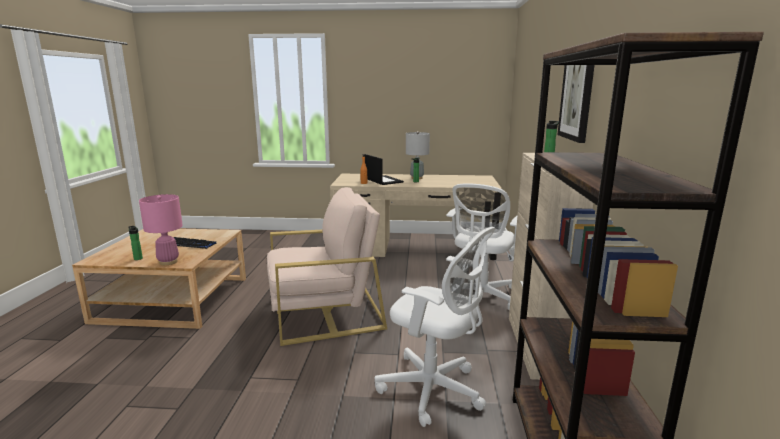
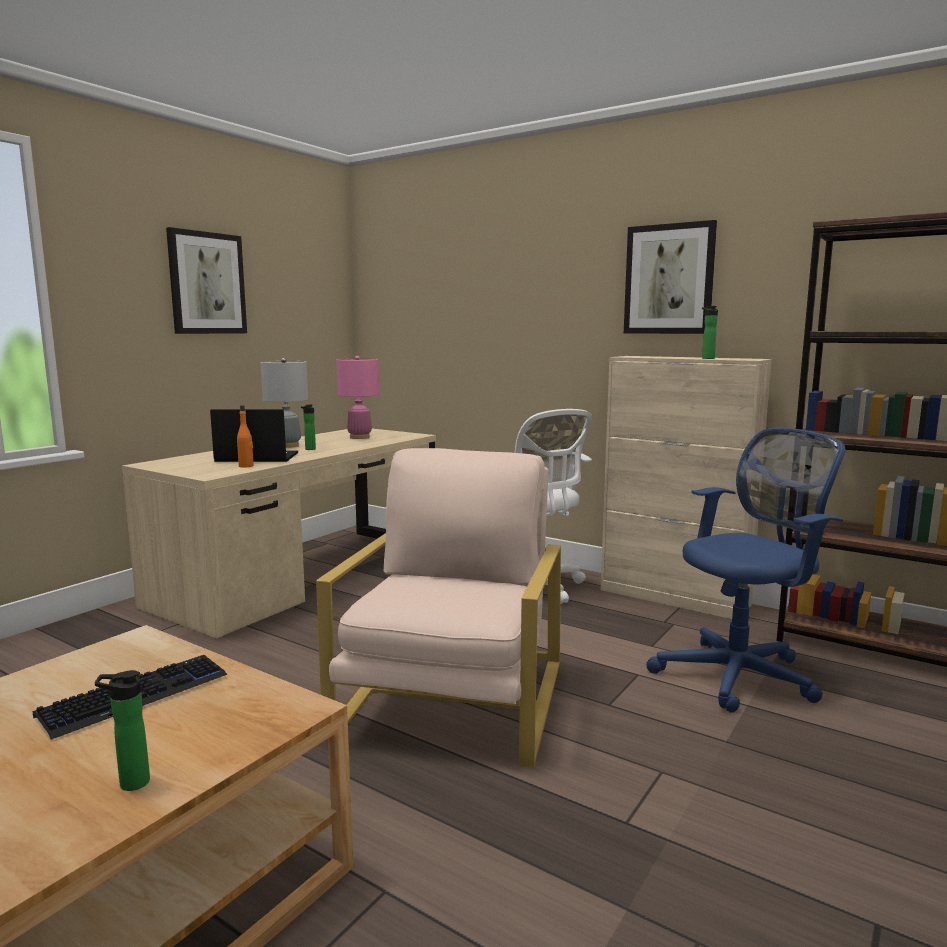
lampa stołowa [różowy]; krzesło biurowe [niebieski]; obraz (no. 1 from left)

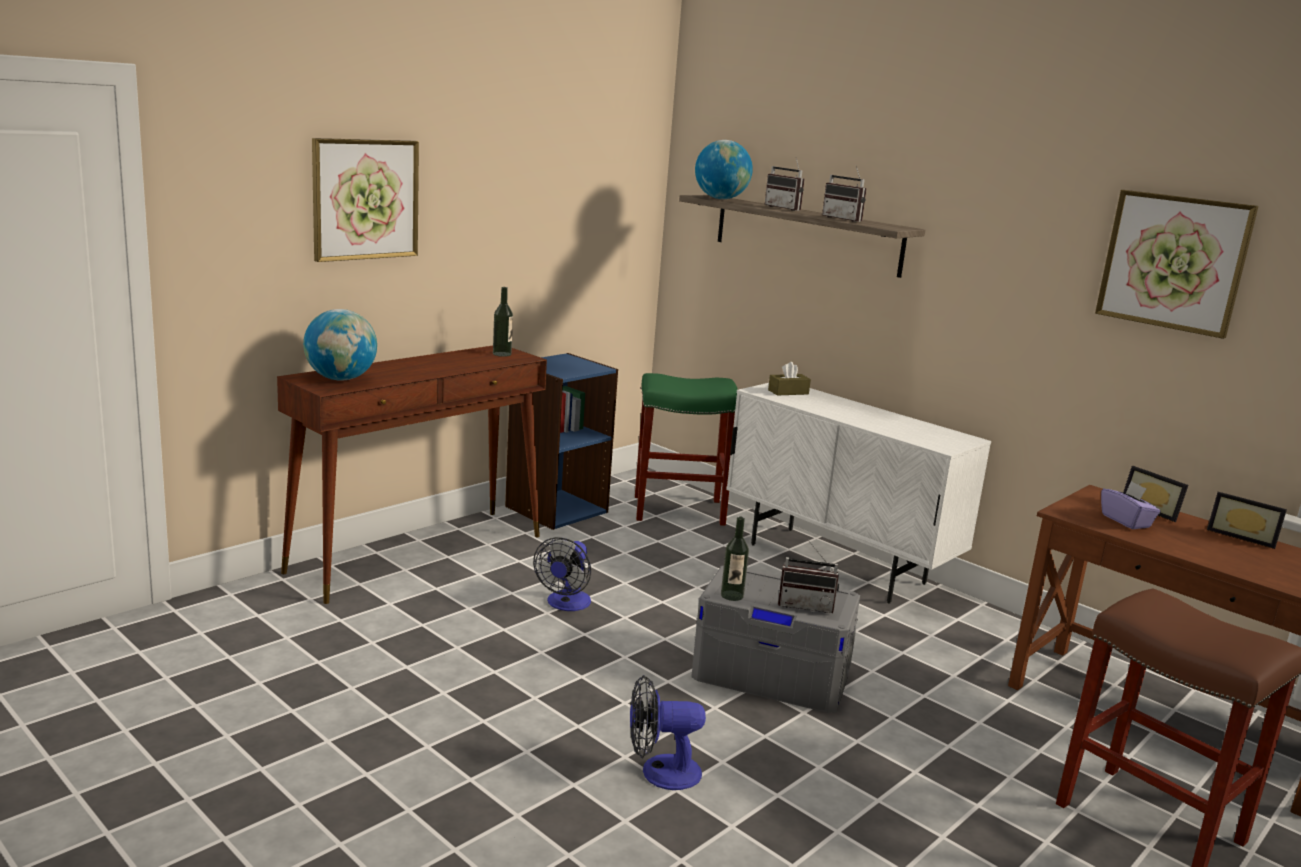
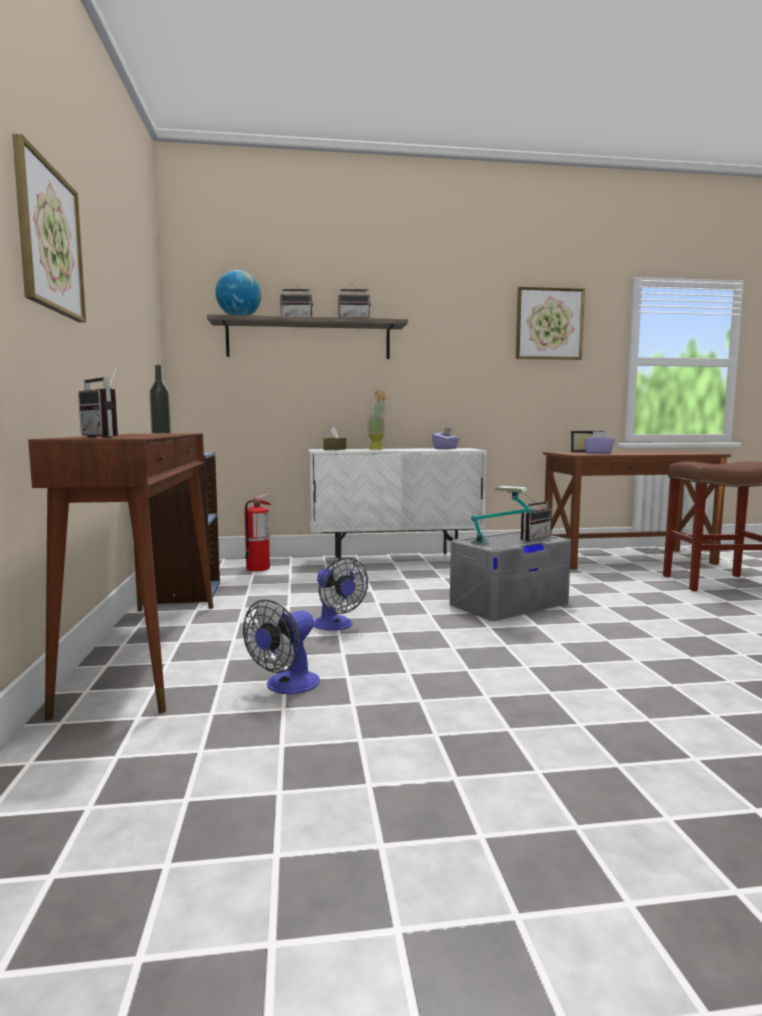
radio (no. 1 from left); gaśnica; ramka na zdjęcie (no. 2 from left in the first image); lampa stołowa; wentylator (no. 1 from left); roślina doniczkowa; pudełko chusteczek [fioletowy] (no. 1 from left)

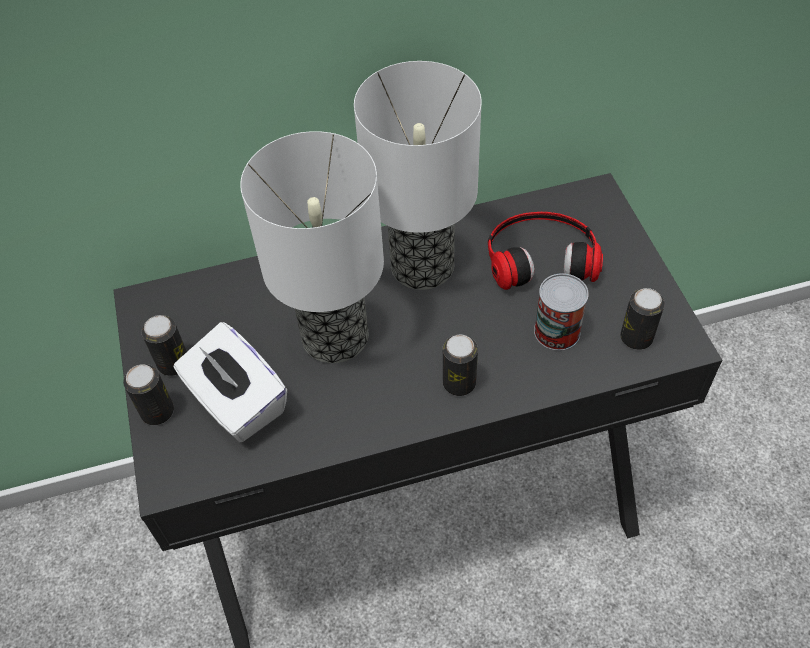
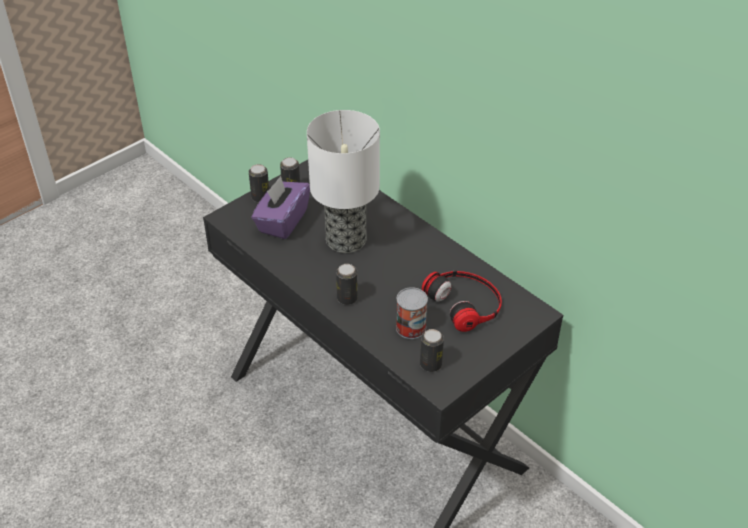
lampa stołowa (no. 2 from left in the first image); pudełko chusteczek [fioletowy]

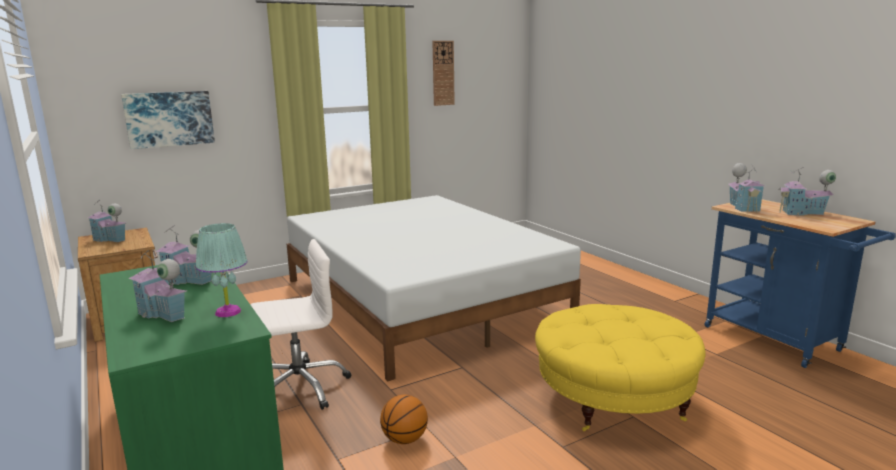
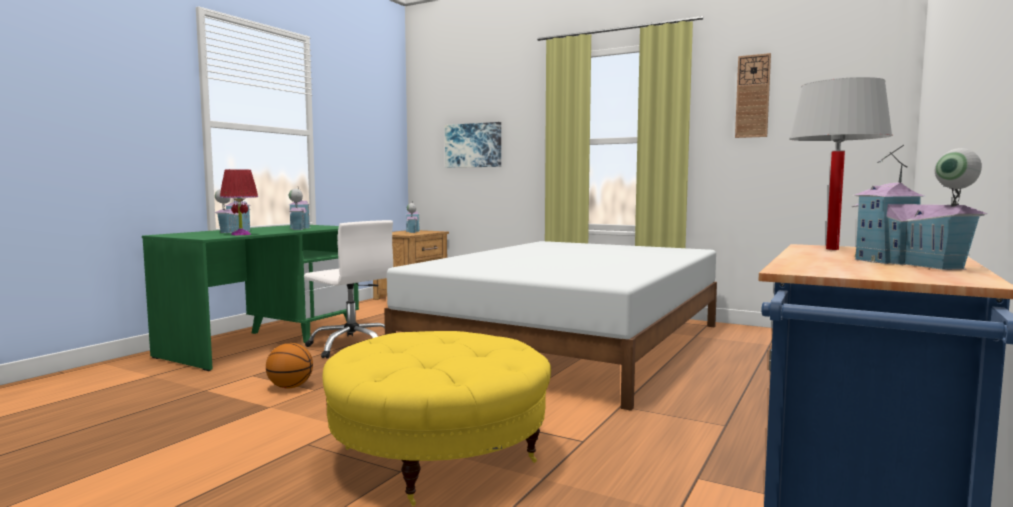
lampa stołowa [biały]; lampa stołowa [czerwony]

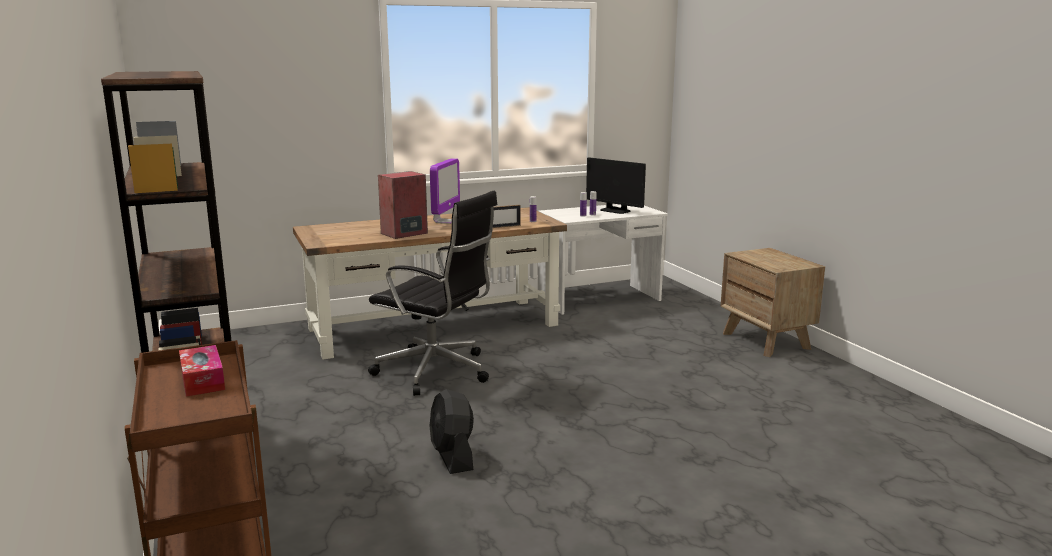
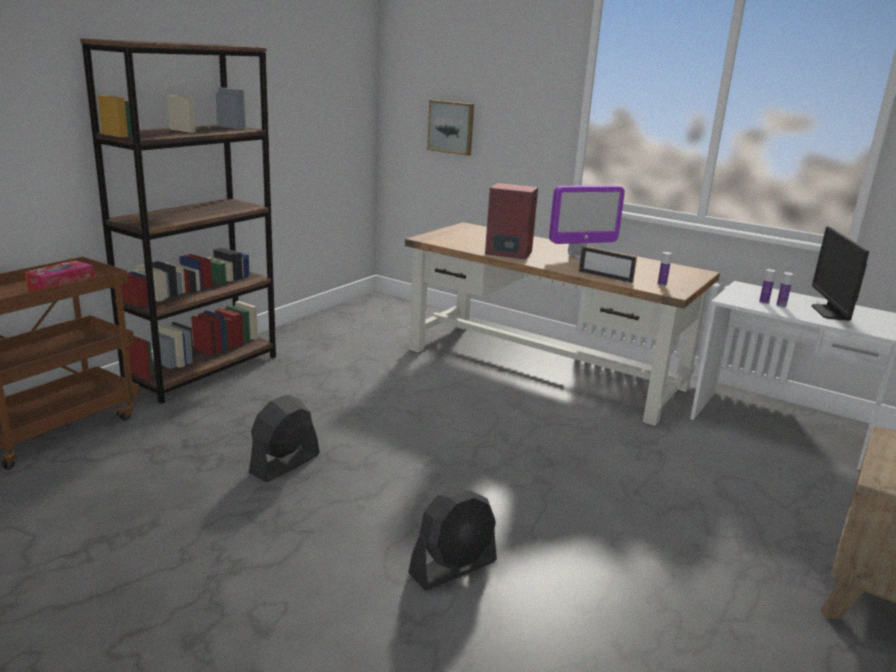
krzesło biurowe [czarny]; obraz; wentylator [czarny] (no. 2 from left)

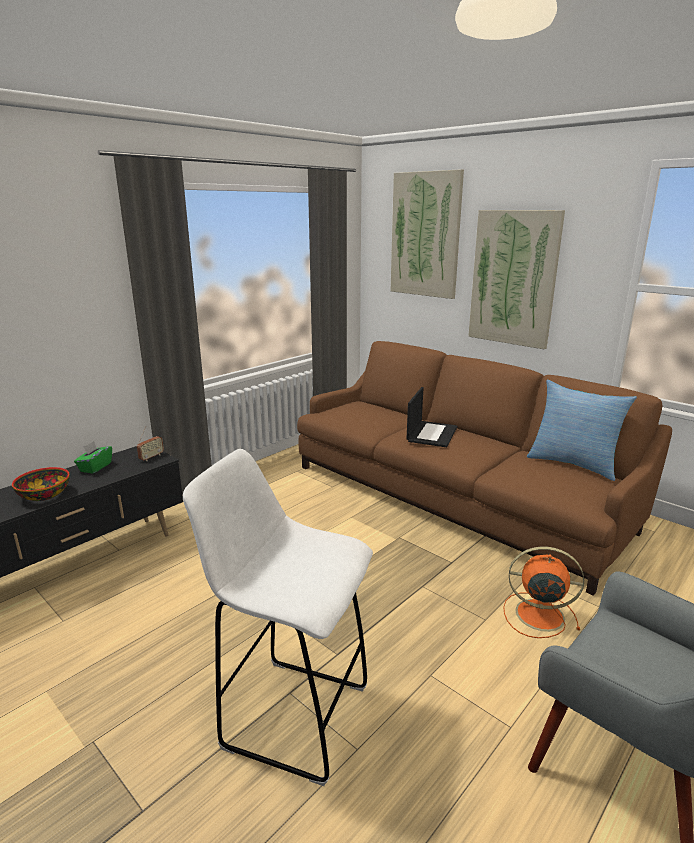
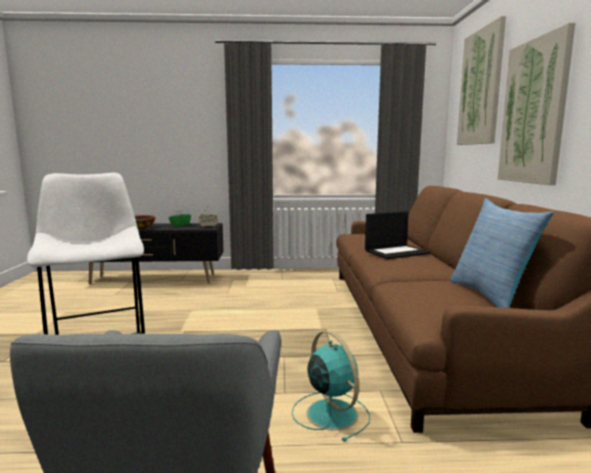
wentylator [turkusowy]

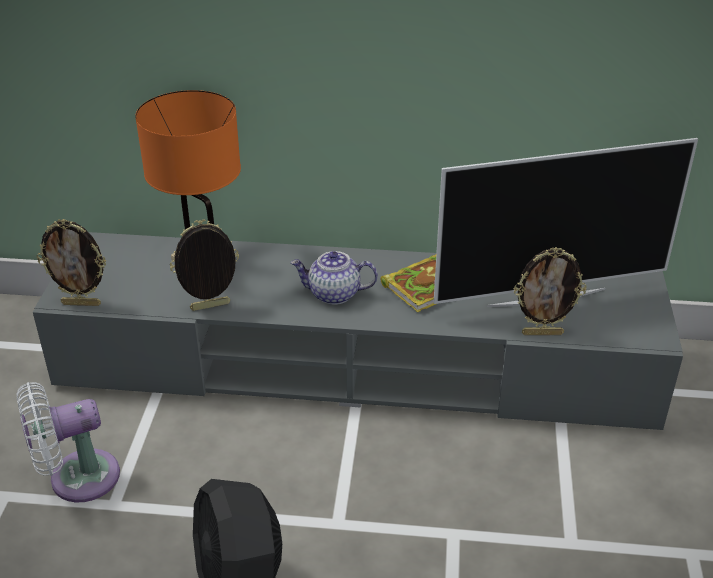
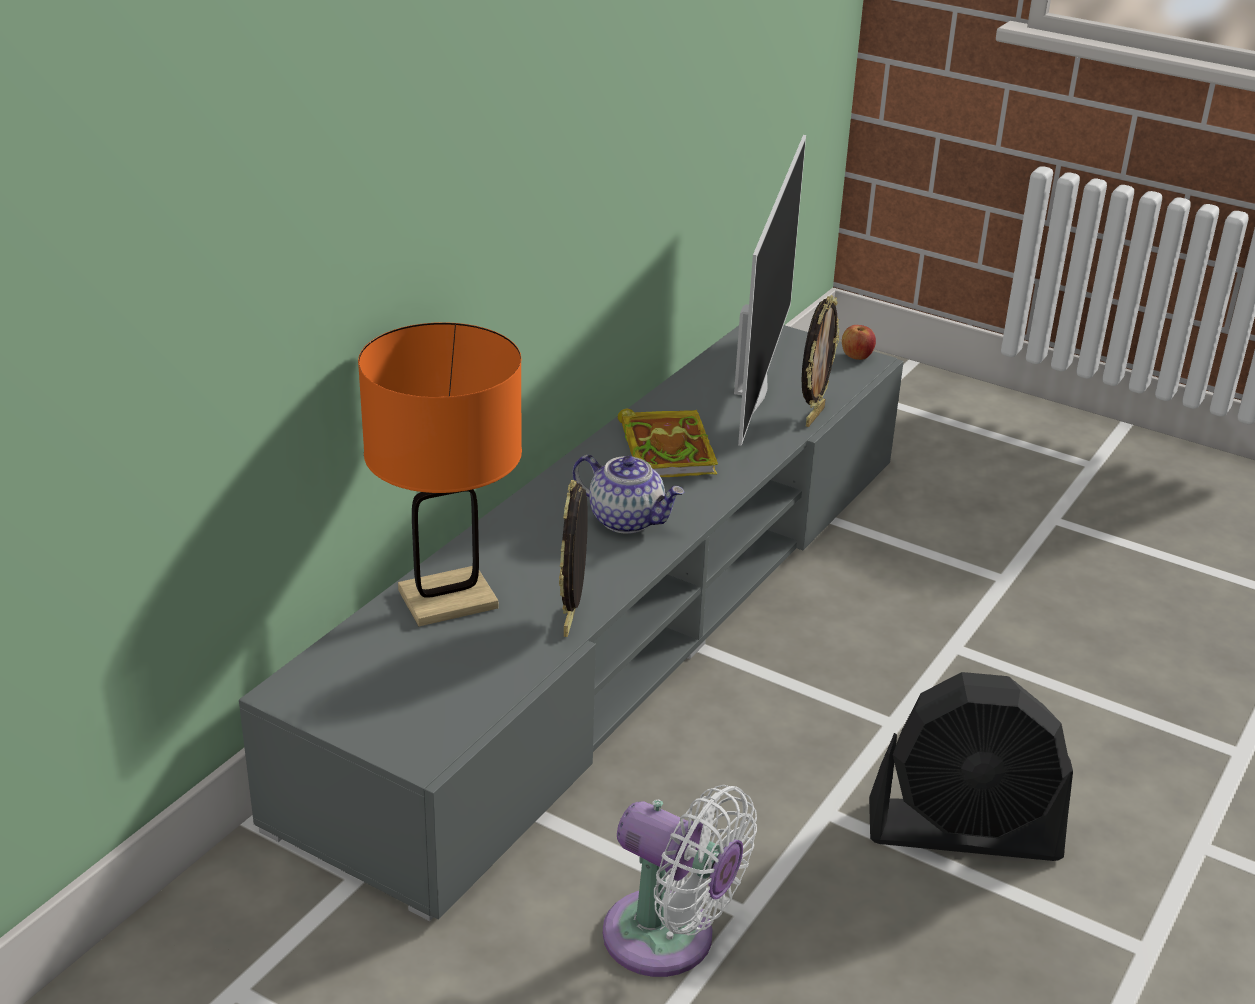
ramka na zdjęcie (no. 1 from left in the first image); imbryk; wentylator [biały]; jabłko

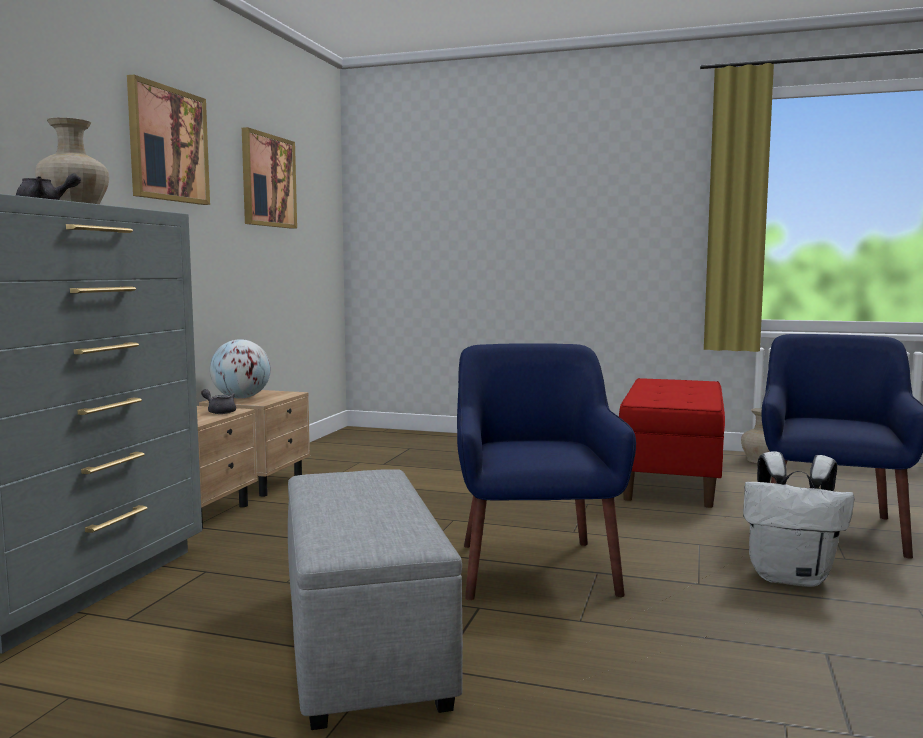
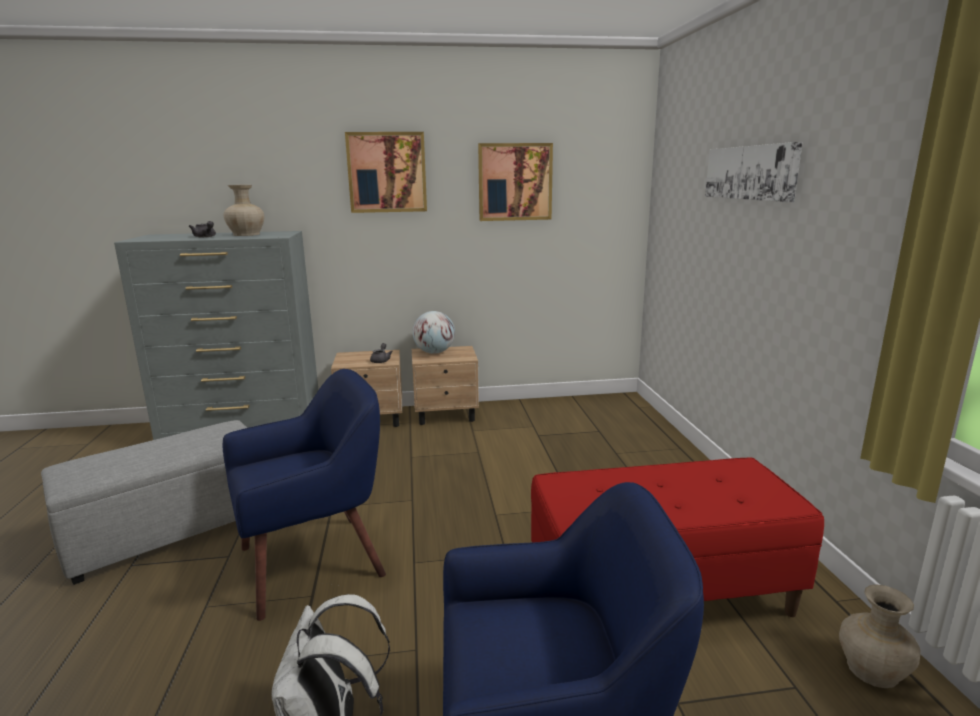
obraz (no. 3 from left)

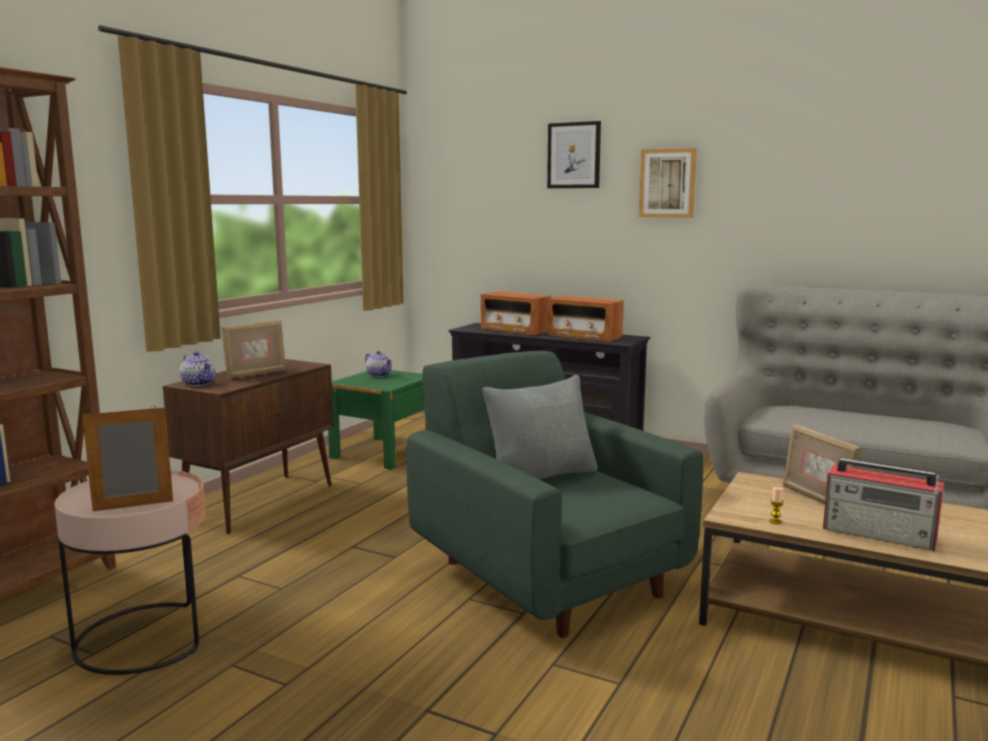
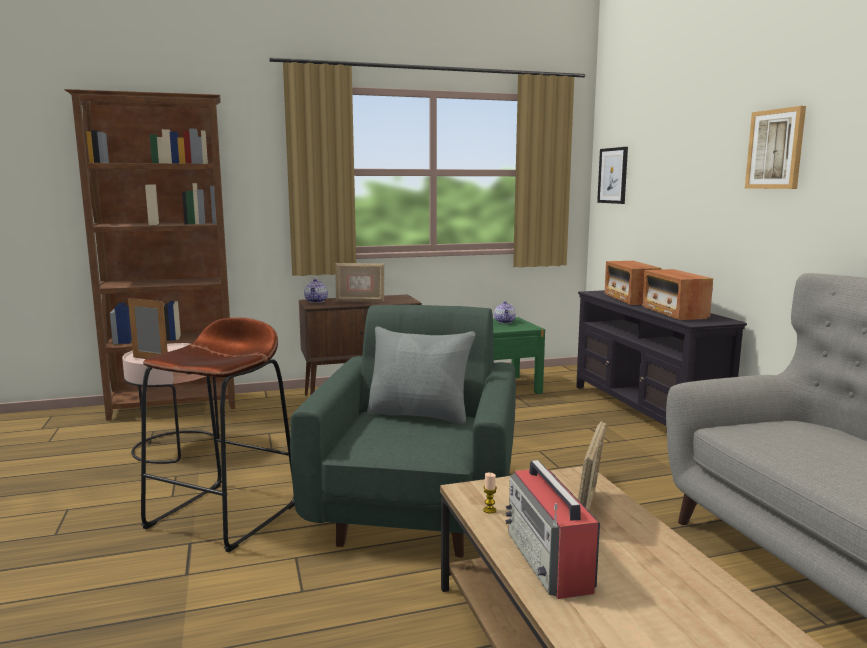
obraz (no. 1 from left); stołek [brązowy]

